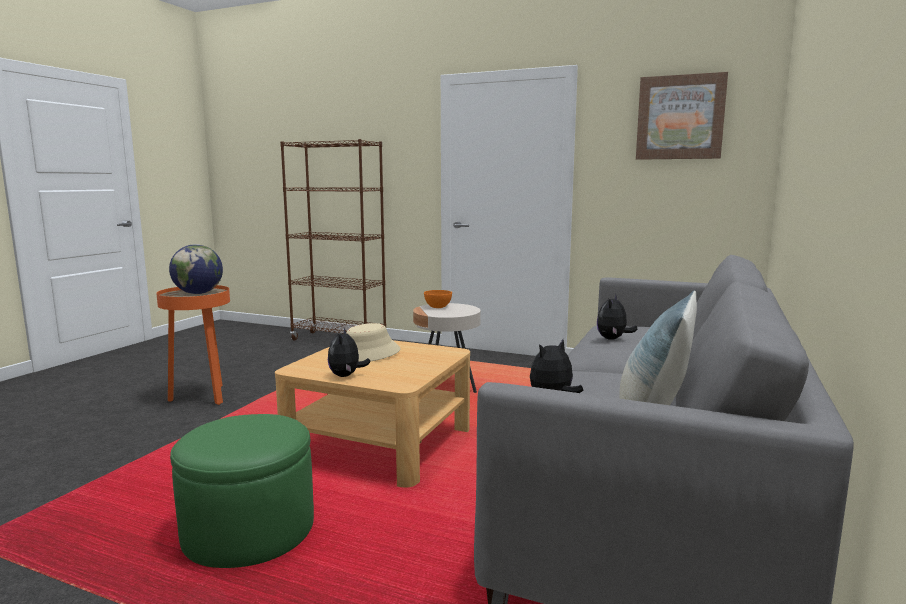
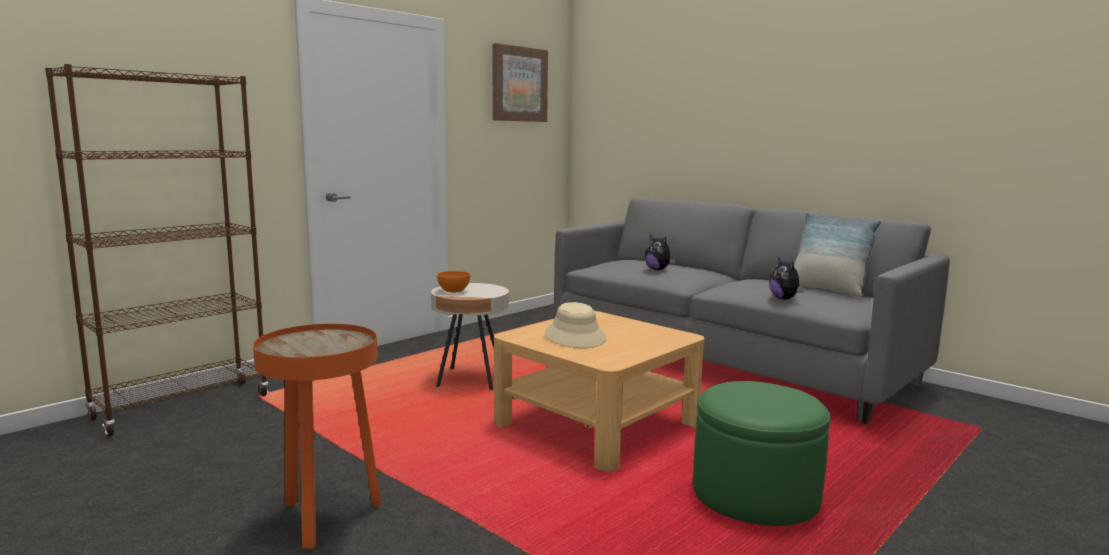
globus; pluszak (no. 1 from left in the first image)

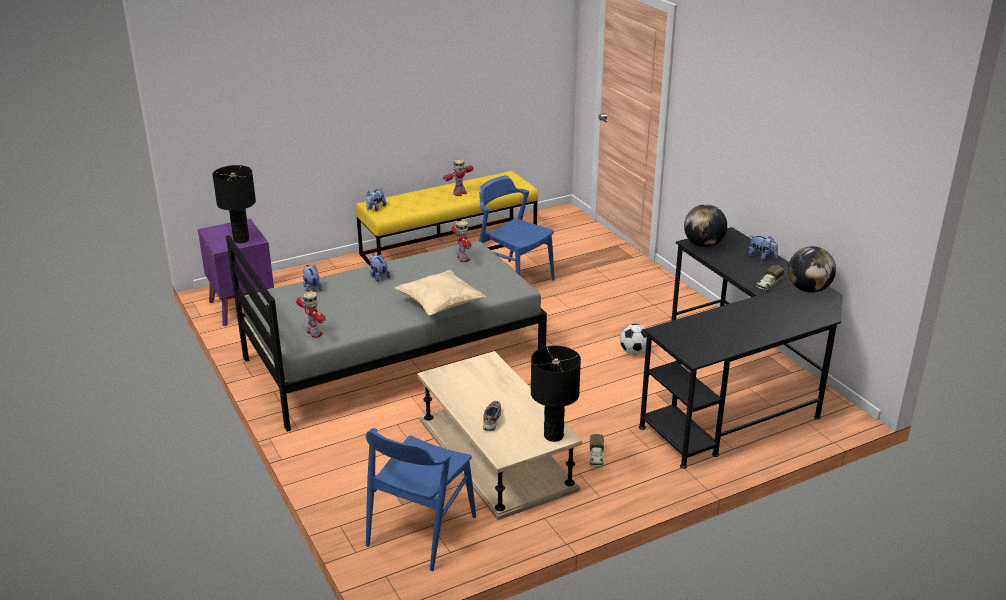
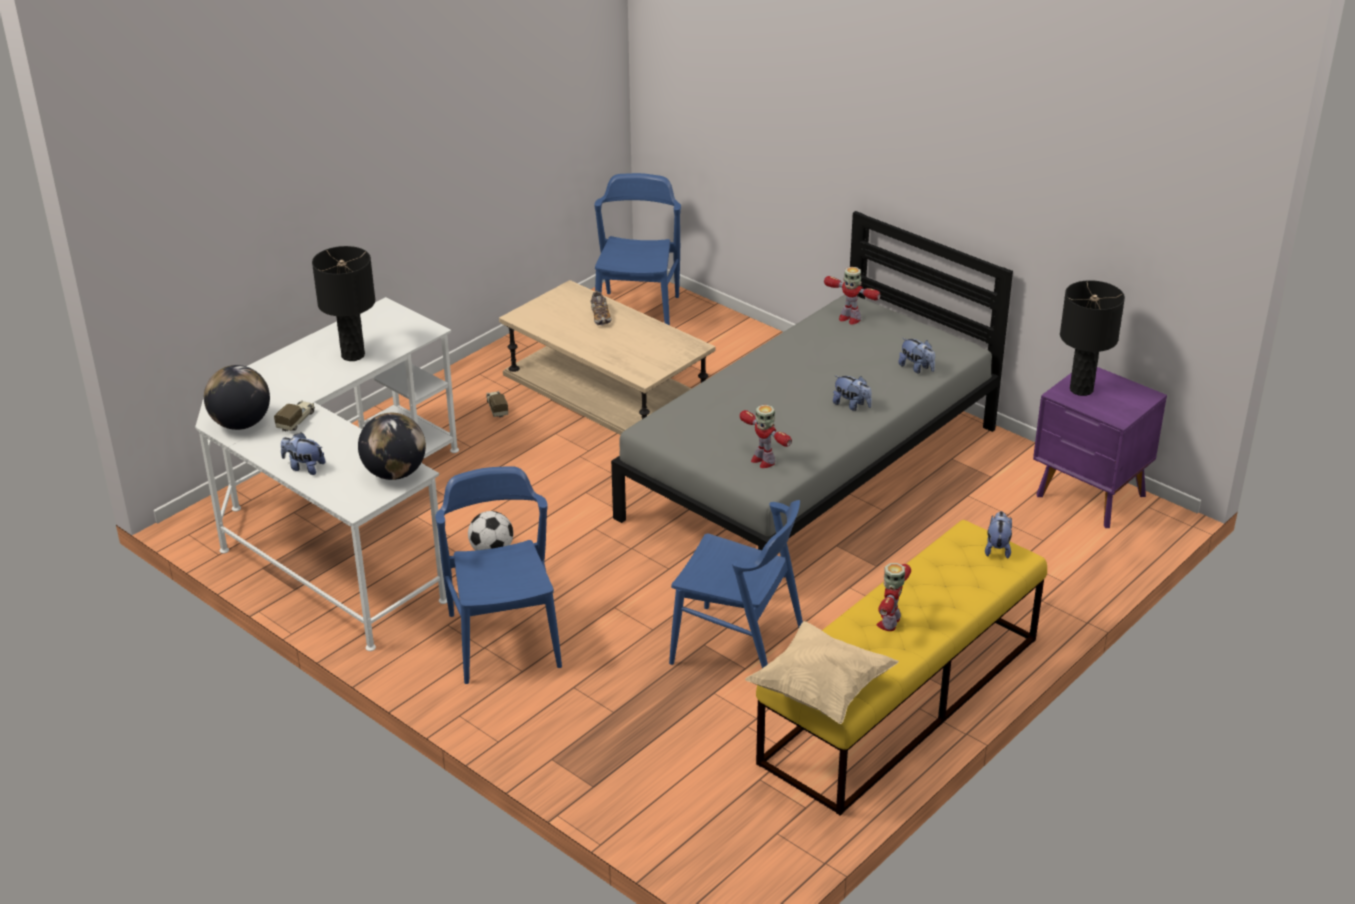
biurko [biały]; poduszka [beżowy]; lampa stołowa [czarny] (no. 1 from left); krzesło [niebieski] (no. 1 from left)

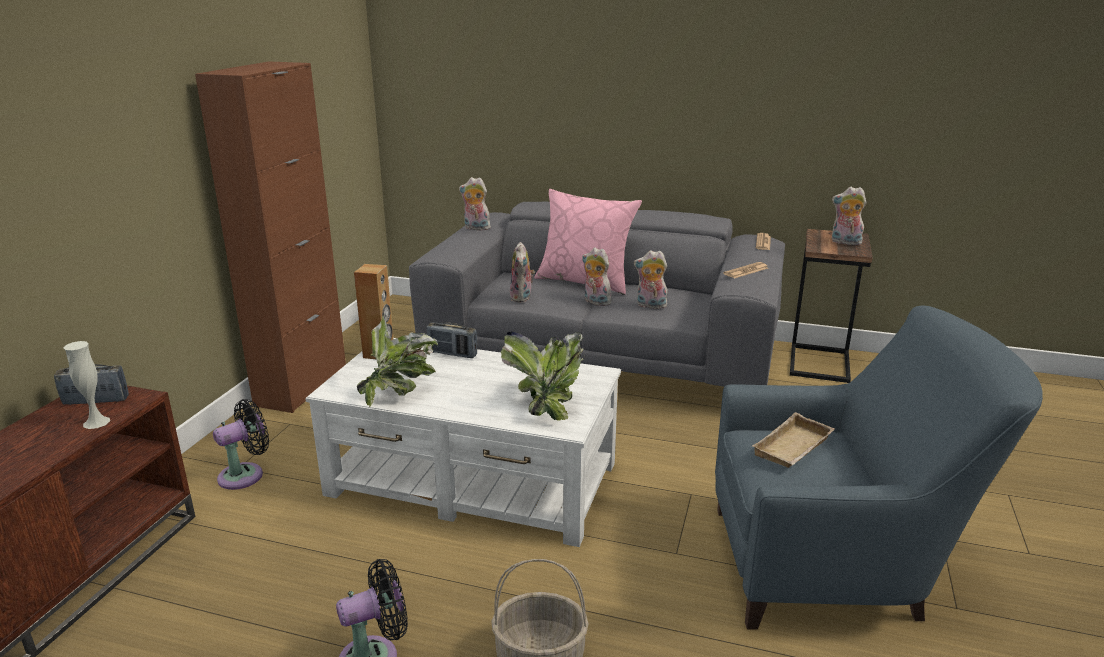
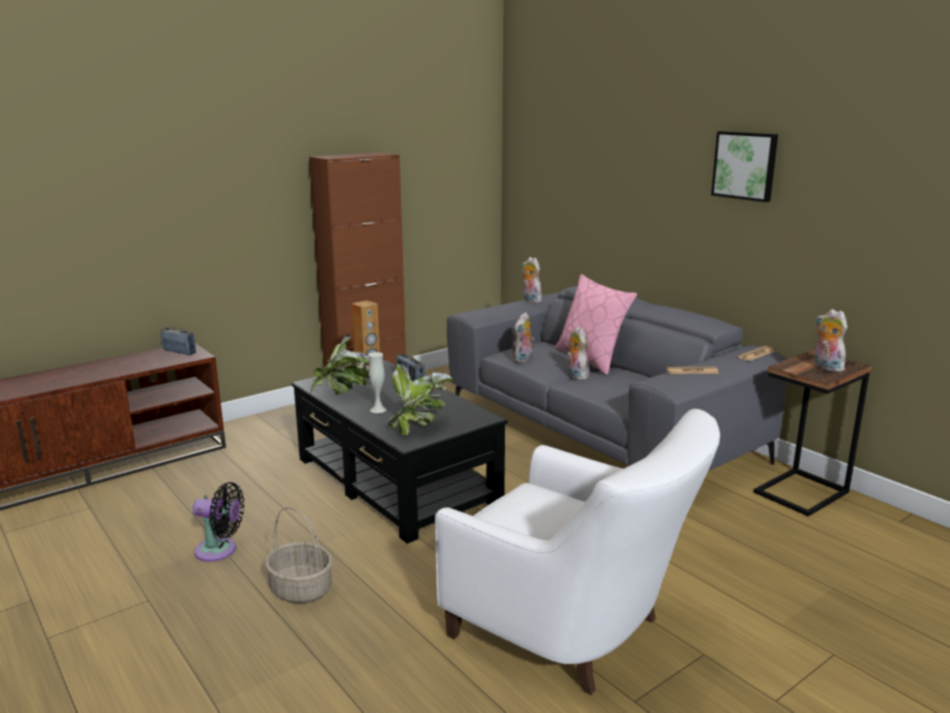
pluszak (no. 4 from left in the first image); fotel [biały]; ława [czarny]; wazon [biały]; wentylator [czarny] (no. 1 from left in the first image); taca [beżowy]; obraz

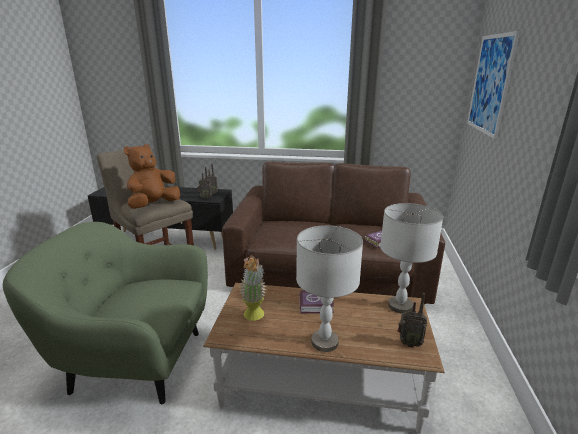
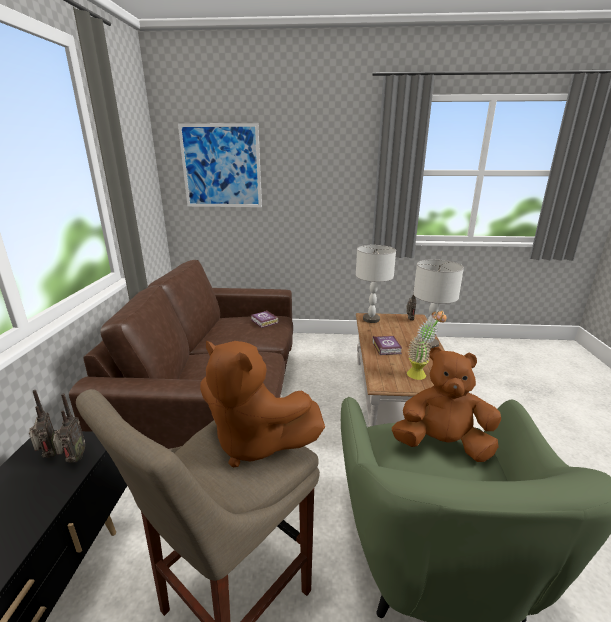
pluszak [brązowy] (no. 2 from left)

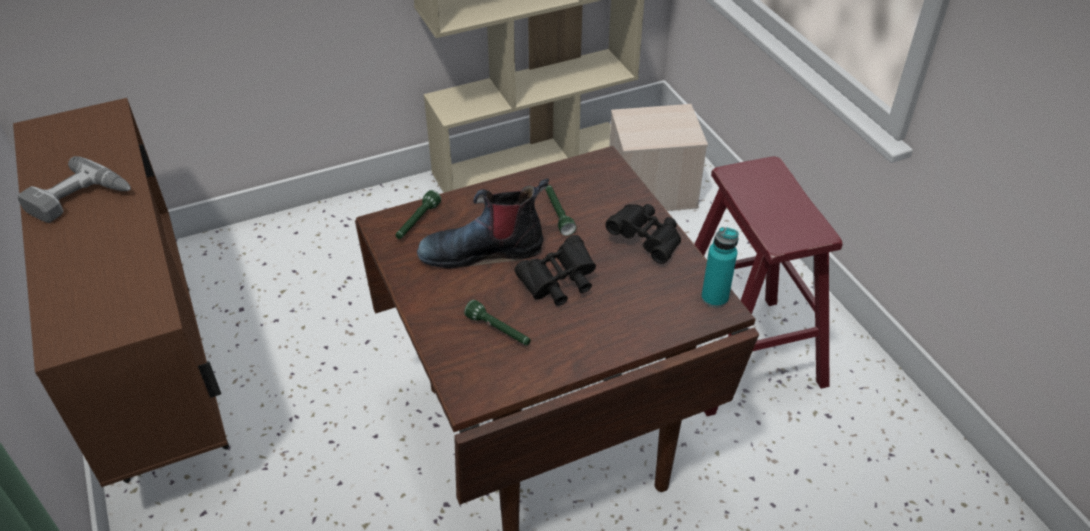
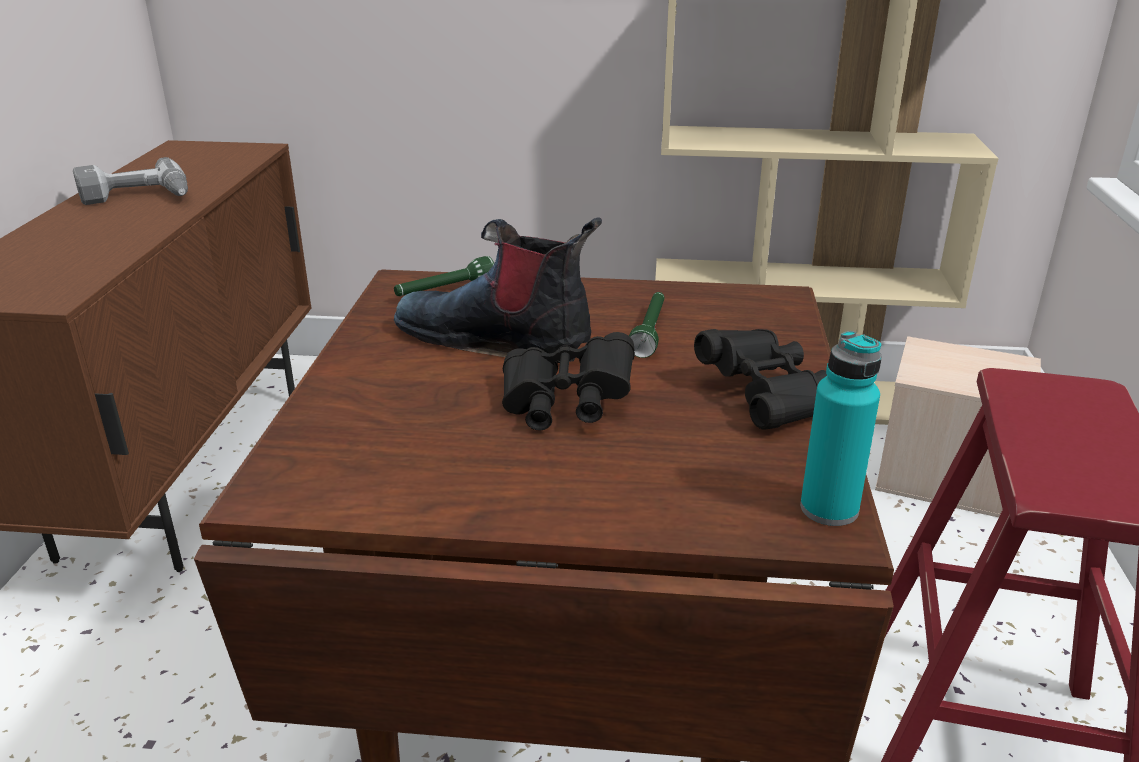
latarka [zielony] (no. 2 from left in the first image)

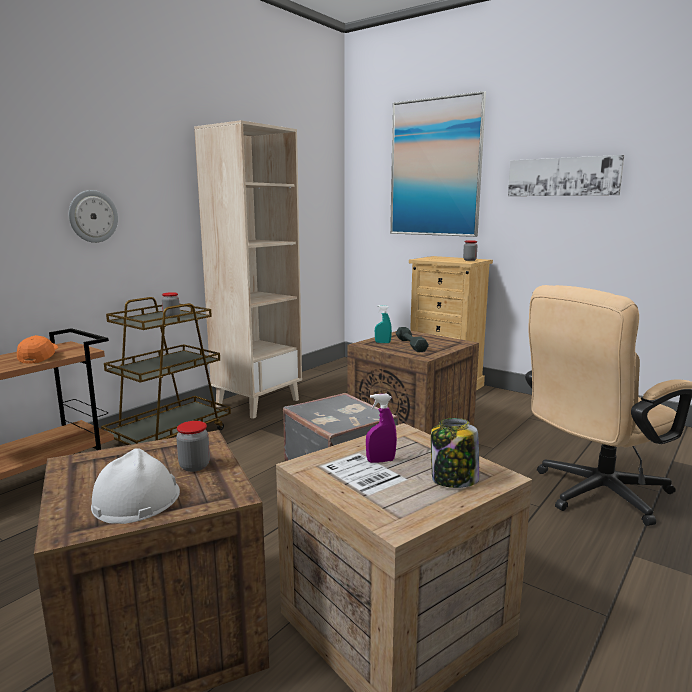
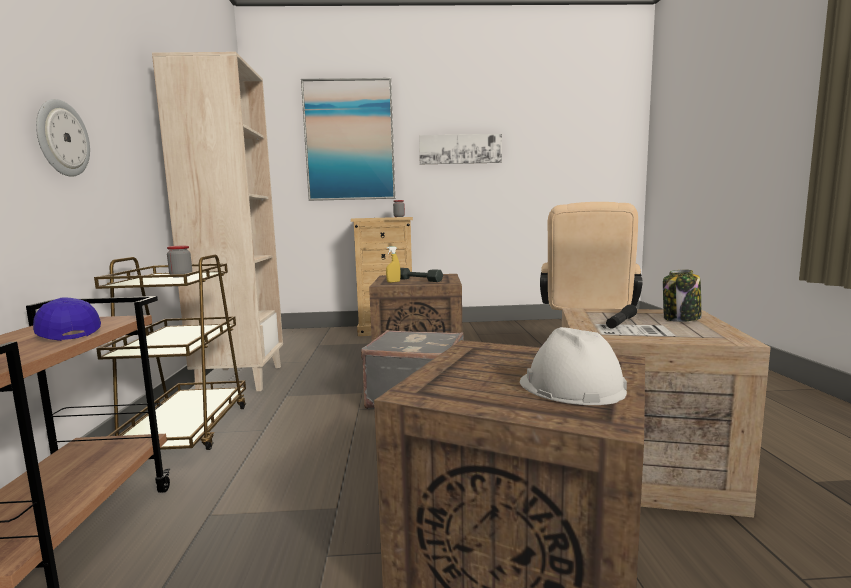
spryskiwacz [żółty]; czapka z daszkiem [niebieski]; latarka [czarny]; słoik (no. 2 from left in the first image)

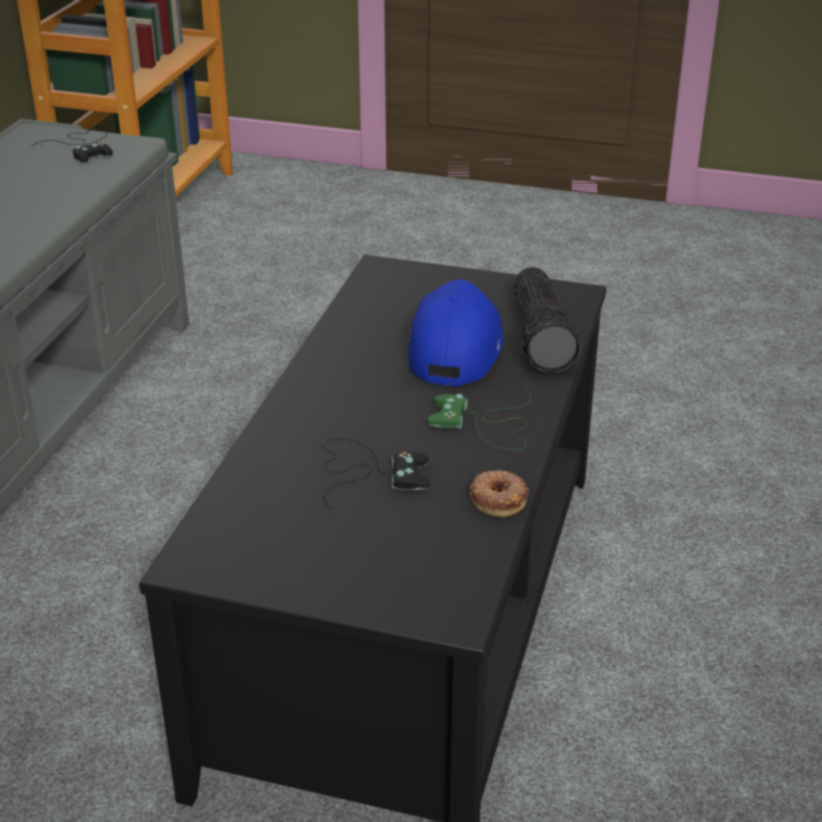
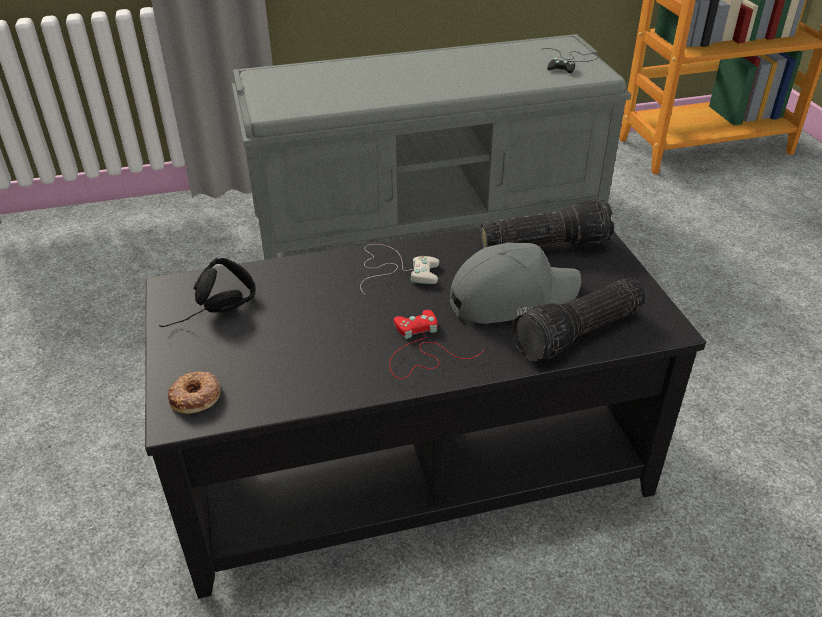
czapka z daszkiem [szary]; pad do gier [czerwony]; pad do gier [czarny] (no. 2 from left in the first image); donut; latarka (no. 1 from left); pad do gier [biały]; słuchawki [czarny]

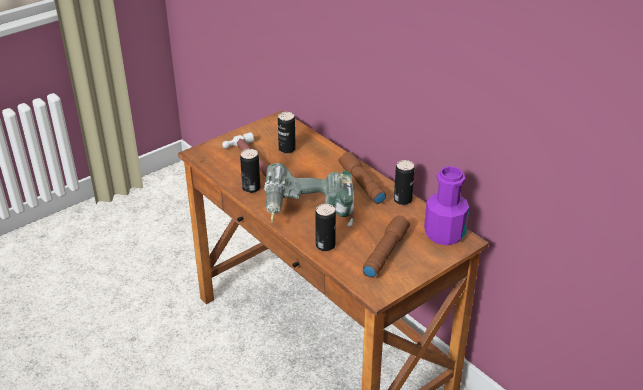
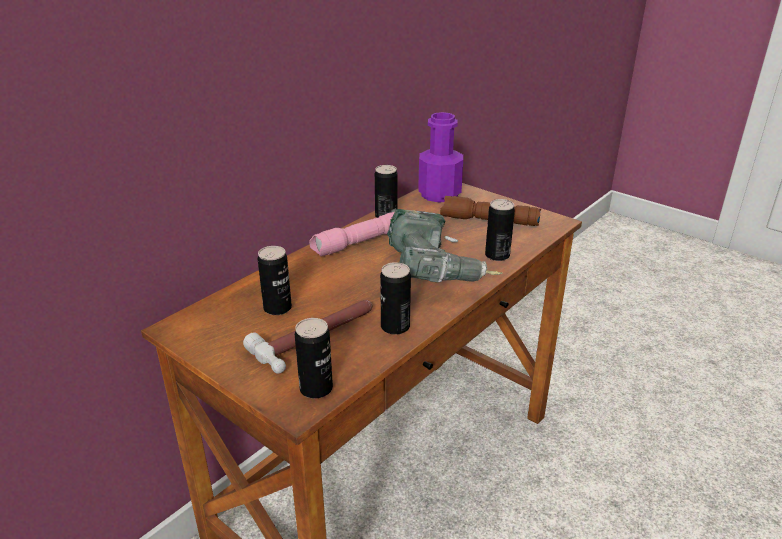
latarka [różowy]; puszka (no. 2 from left)

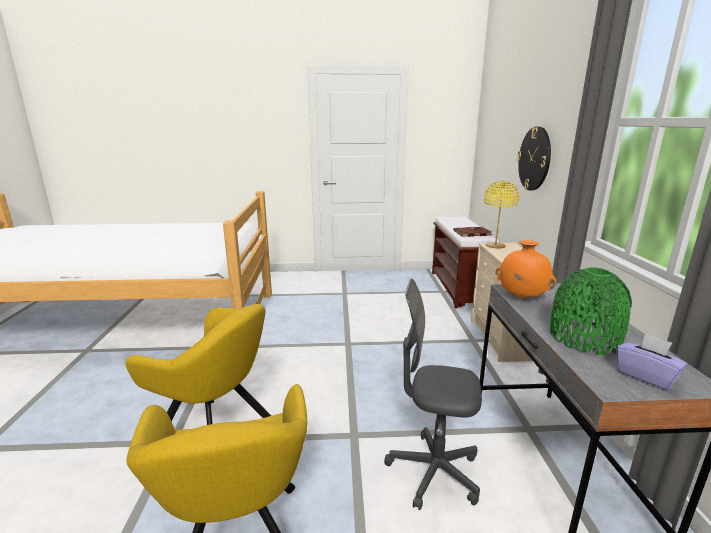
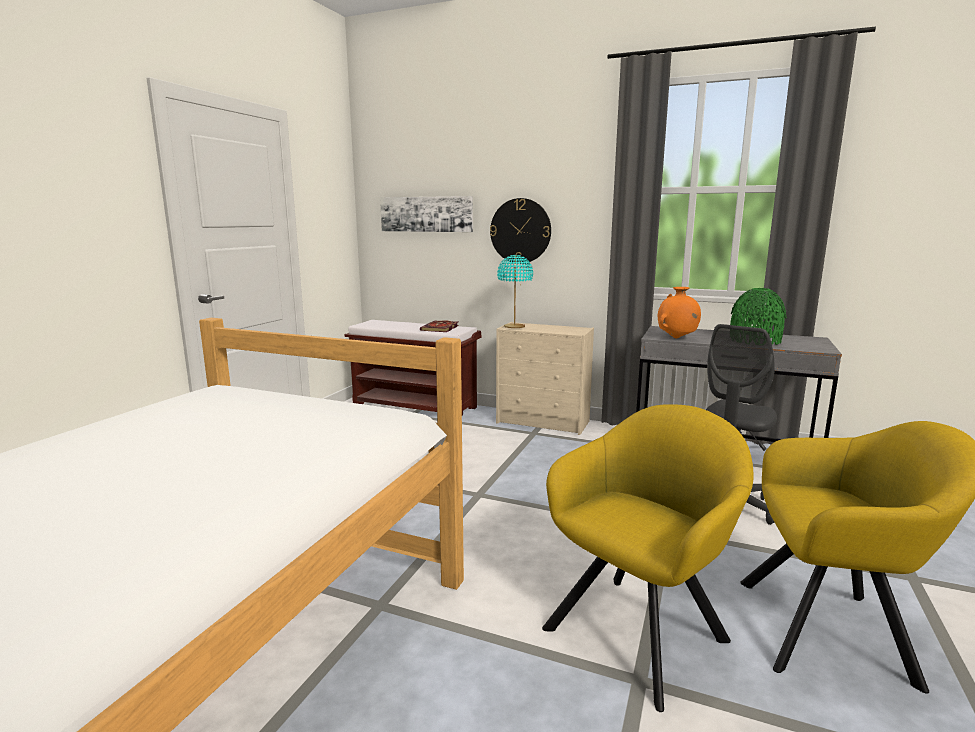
lampa stołowa [turkusowy]; pudełko chusteczek [fioletowy]; obraz

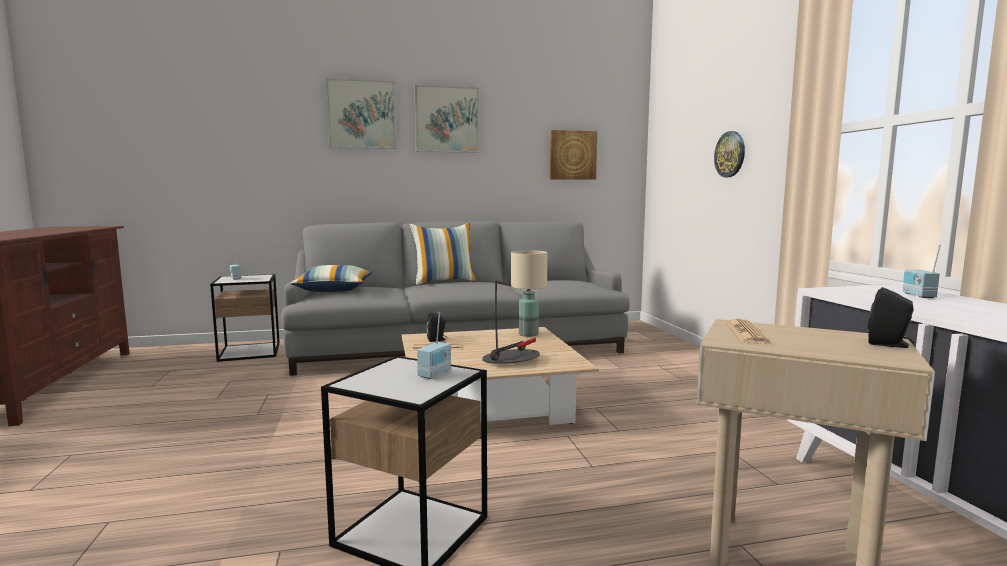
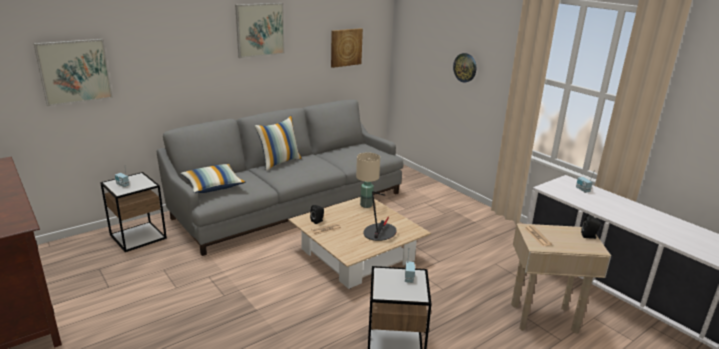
obraz (no. 1 from left)

